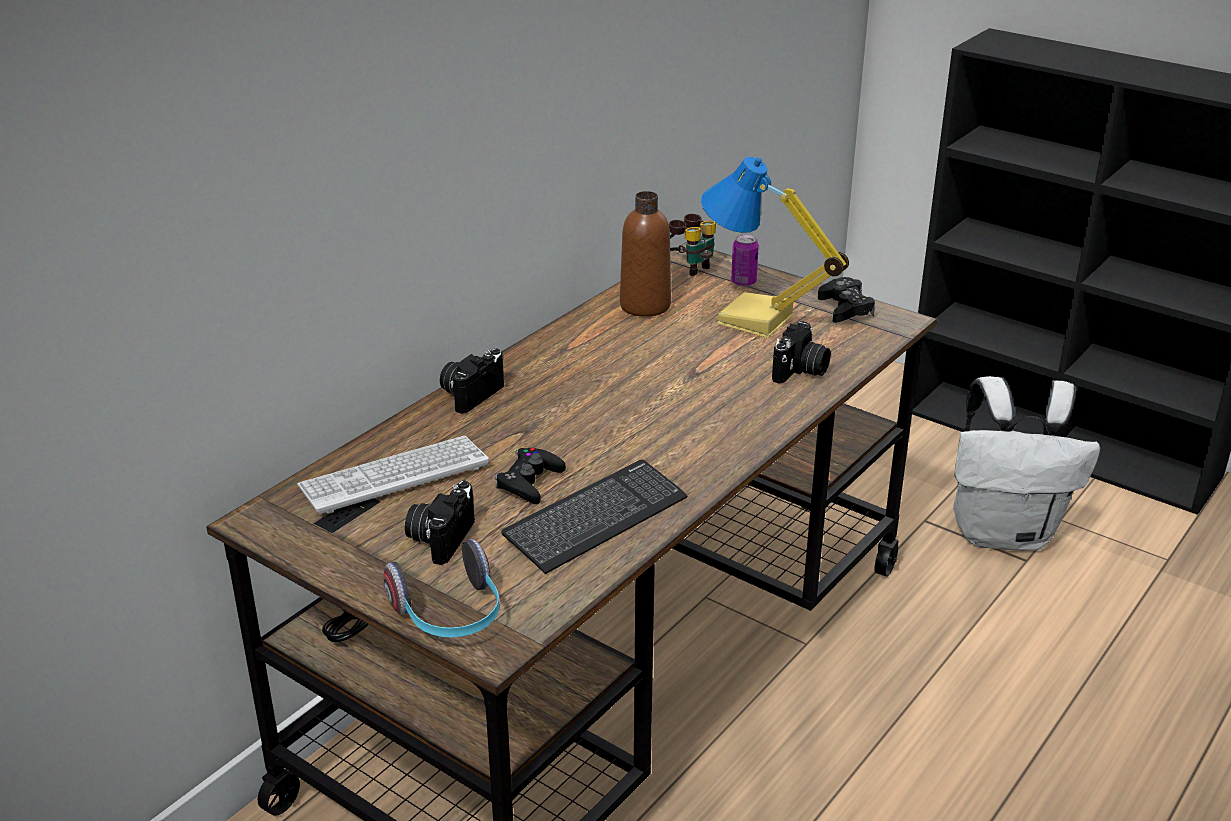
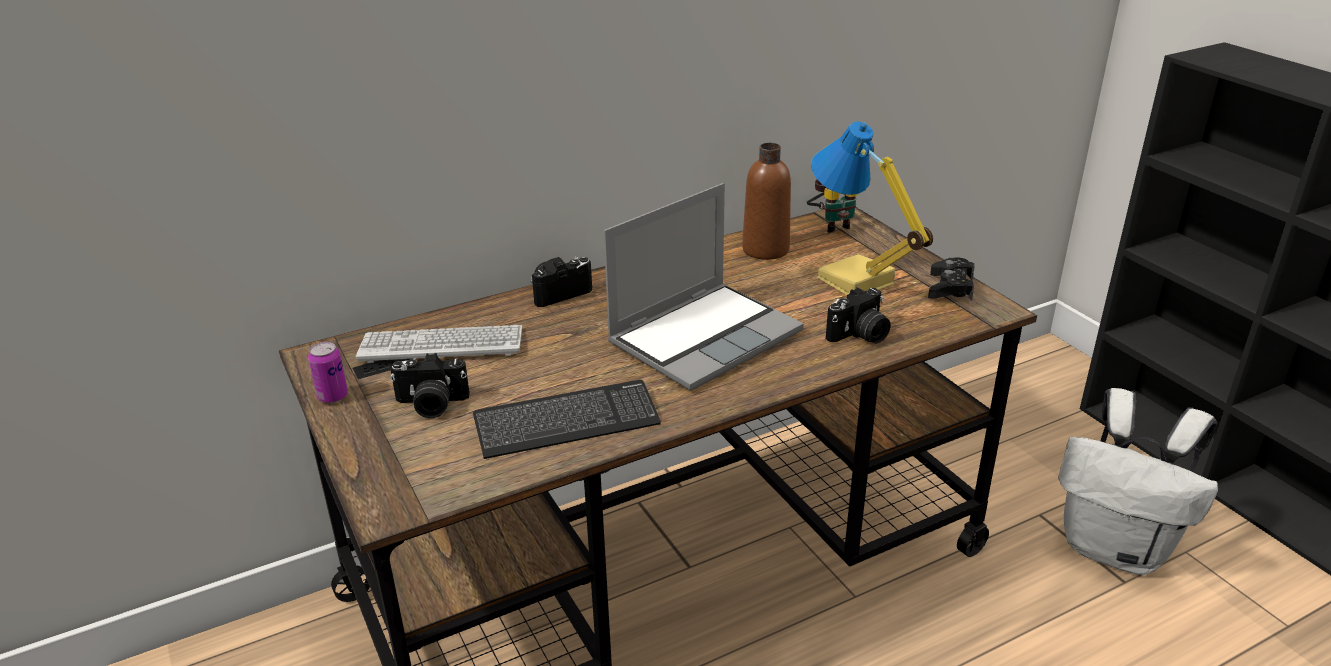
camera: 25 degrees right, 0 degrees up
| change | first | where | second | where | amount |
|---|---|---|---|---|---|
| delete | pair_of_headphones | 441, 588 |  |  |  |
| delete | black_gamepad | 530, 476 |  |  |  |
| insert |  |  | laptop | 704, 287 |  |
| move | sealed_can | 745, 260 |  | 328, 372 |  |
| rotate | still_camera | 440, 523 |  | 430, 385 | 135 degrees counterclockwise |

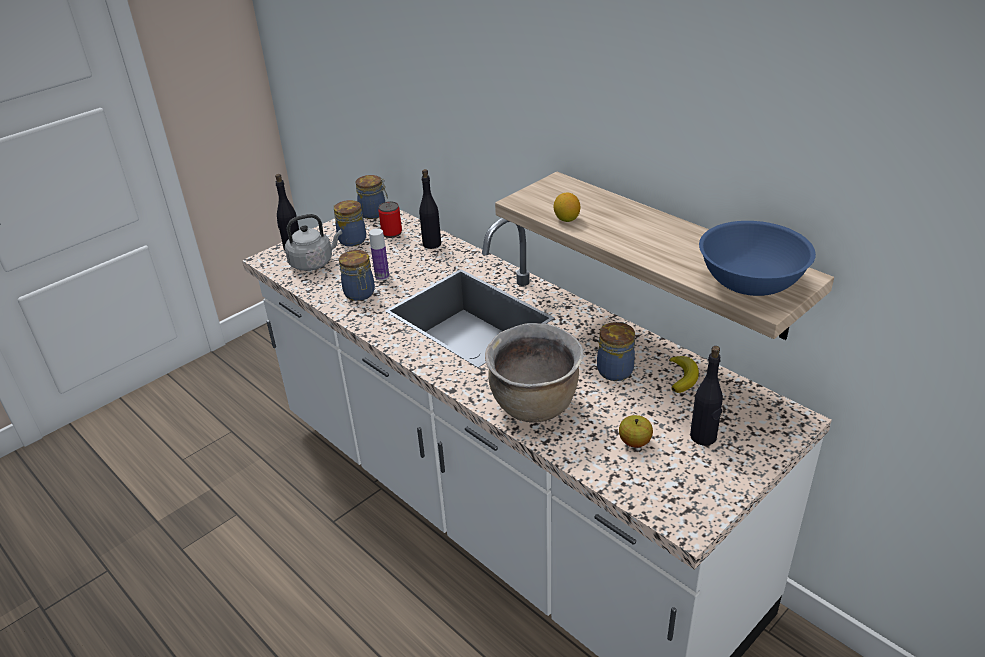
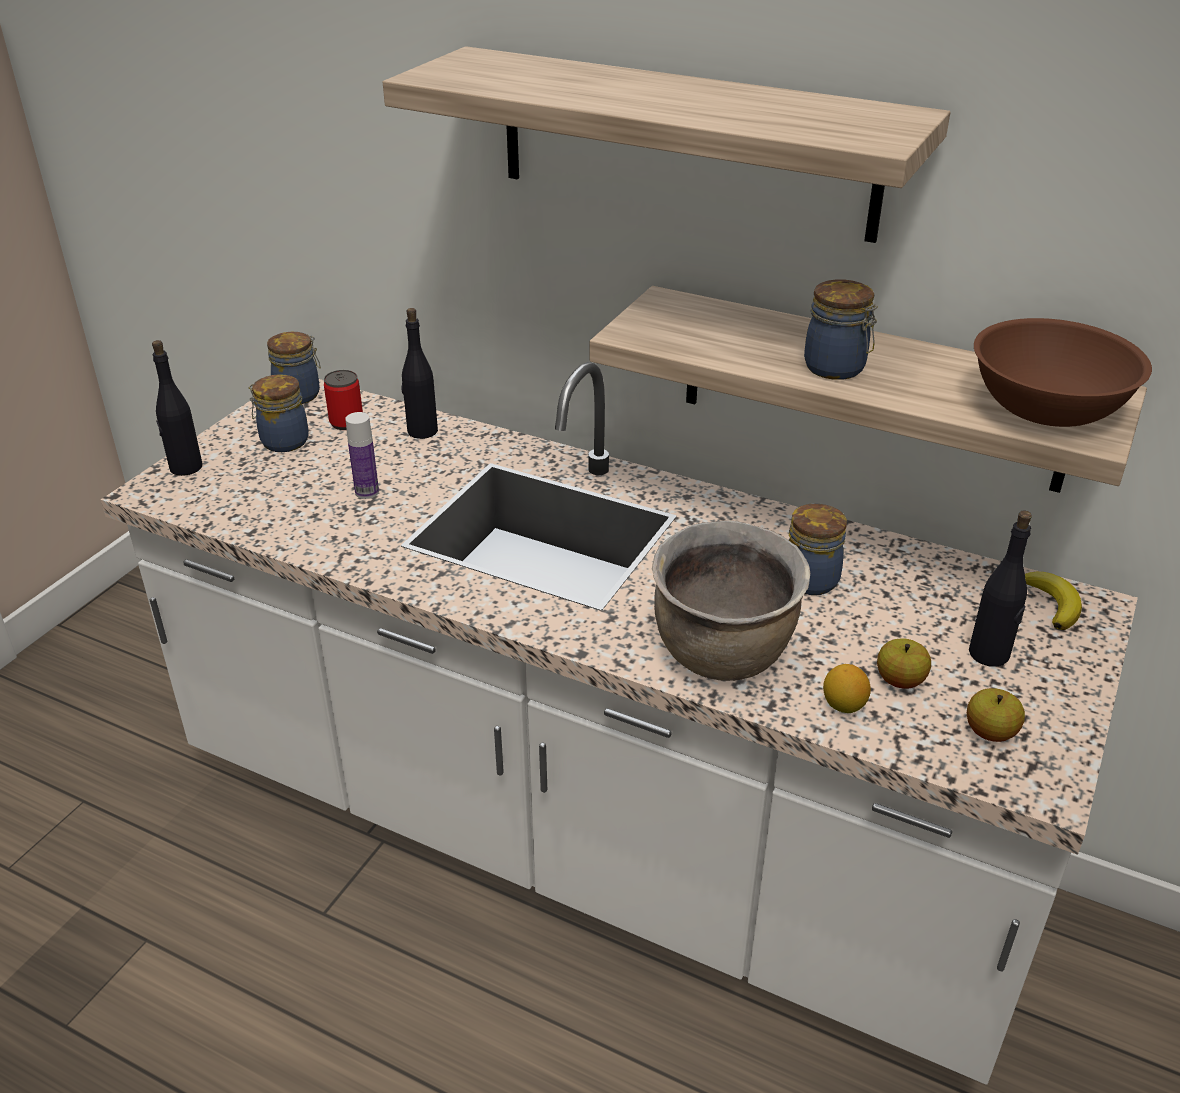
camera: 20 degrees left, 0 degrees up
| change | first | where | second | where | amount |
|---|---|---|---|---|---|
| delete | grey_tea_kettle | 313, 242 |  |  |  |
| insert |  |  | bracket_shelf | 666, 144 |  |
| insert |  |  | apple_fruit | 996, 715 |  |
| move | jar | 357, 275 |  | 841, 329 |  |
| move | citrus_fruit | 567, 207 |  | 847, 688 |  |
| move | banana_fruit | 684, 374 |  | 1053, 601 |  |
| recolor | blue_bowl | 757, 258 | brownish_bowl | 1063, 372 |  |

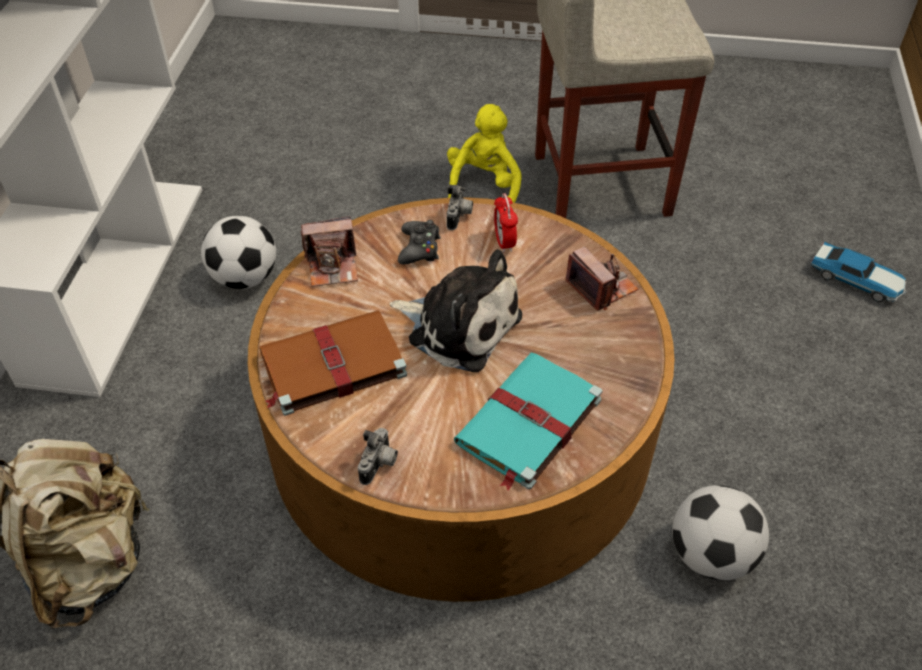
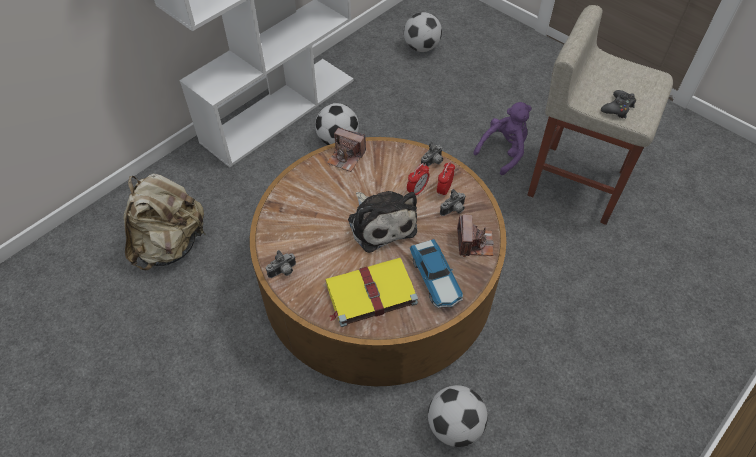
camera: 35 degrees right, 5 degrees up
| change | first | where | second | where | amount |
|---|---|---|---|---|---|
| delete | brownish_book | 333, 363 |  |  |  |
| insert |  |  | ball_for_football | 423, 32 |  |
| insert |  |  | alarm_clock | 418, 179 |  |
| insert |  |  | still_camera | 453, 202 |  |
| move | black_gamepad | 419, 242 |  | 618, 104 |  |
| move | toy_car | 858, 272 |  | 436, 273 |  |
| recolor | yellow-coloured_soft_toy | 484, 153 | purple_soft_toy | 502, 138 |  |
| recolor | blue-green_book | 528, 421 | yellow-coloured_book | 371, 292 |  |

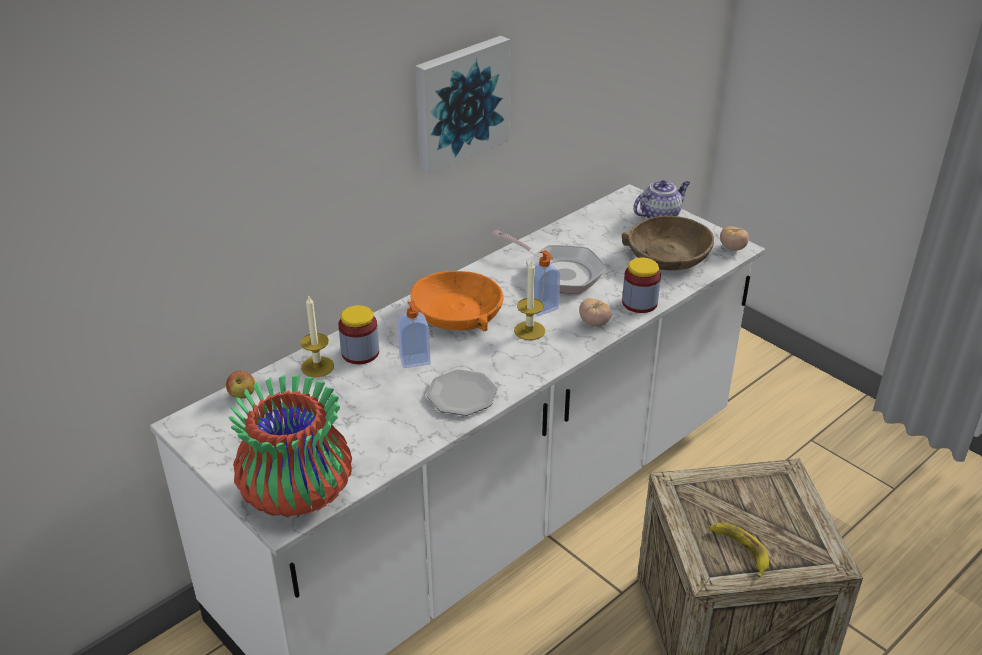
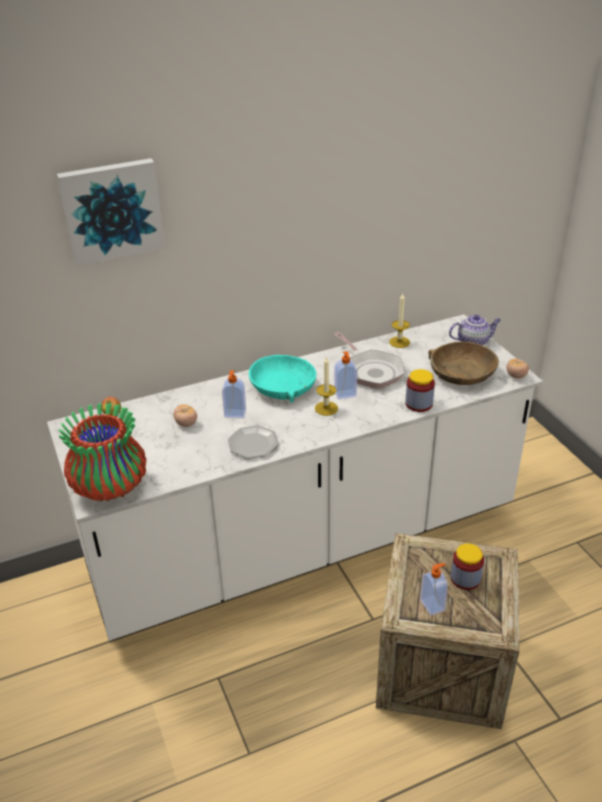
camera: 20 degrees right, 0 degrees up
| change | first | where | second | where | amount |
|---|---|---|---|---|---|
| move | wax_candle | 317, 335 |  | 399, 321 |  |
| move | jar | 358, 334 |  | 467, 566 |  |
| move | wall_picture | 462, 105 |  | 111, 212 |  |
| move | whole_tomato | 595, 312 |  | 185, 415 |  |
| replace | banana_fruit | 739, 550 | soap_bottle | 434, 589 |  |
| recolor | orange-coloured_bowl | 457, 301 | blue-green_bowl | 282, 379 |  |

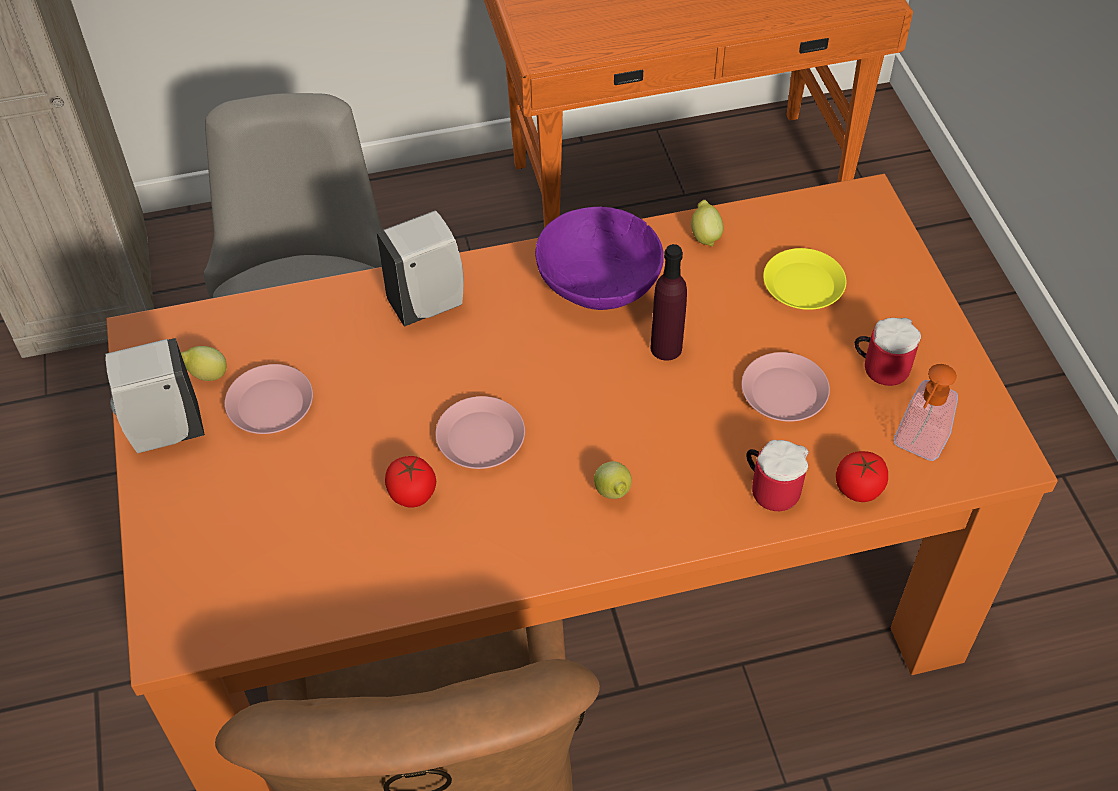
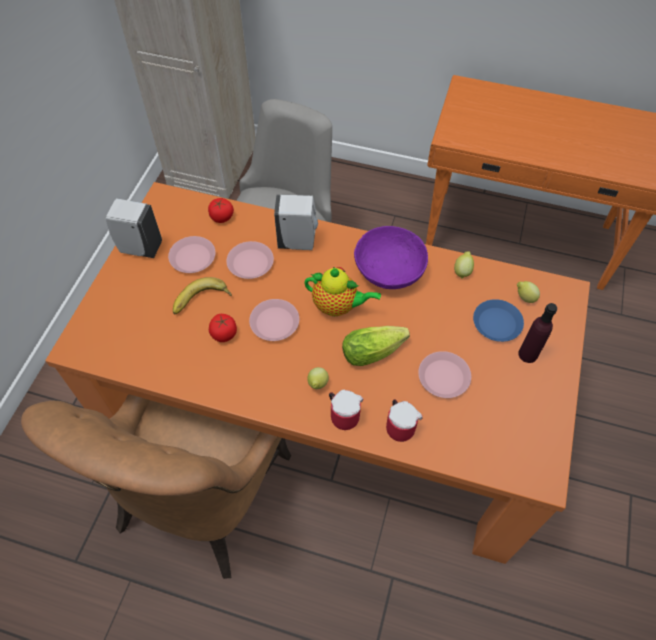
camera: 30 degrees right, 5 degrees up
| change | first | where | second | where | amount |
|---|---|---|---|---|---|
| delete | soap_bottle | 926, 412 |  |  |  |
| insert |  |  | banana_fruit | 202, 295 |  |
| insert |  |  | pink-coloured_flat_dish | 250, 260 |  |
| insert |  |  | pot_for_tea | 342, 291 |  |
| insert |  |  | head_of_lettuce | 376, 346 |  |
| move | citrus_fruit | 204, 363 |  | 528, 292 |  |
| move | purple_bottle | 668, 302 |  | 537, 333 |  |
| move | whole_tomato | 862, 476 |  | 221, 210 |  |
| move | mug | 888, 352 |  | 346, 410 |  |
| recolor | yellow-coloured_flat_dish | 804, 279 | blue_flat_dish | 498, 320 |  |

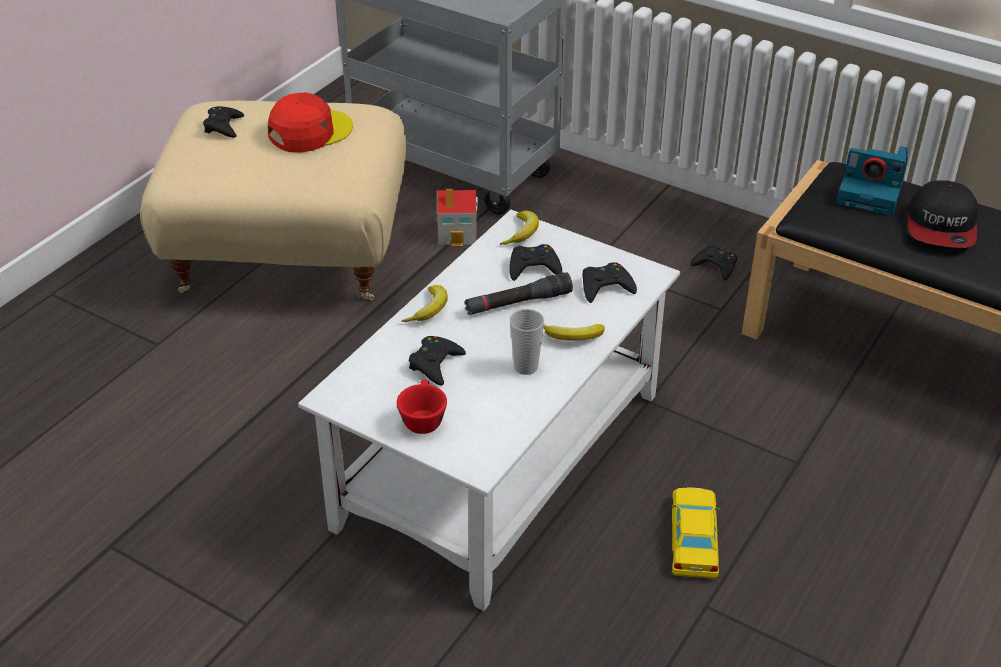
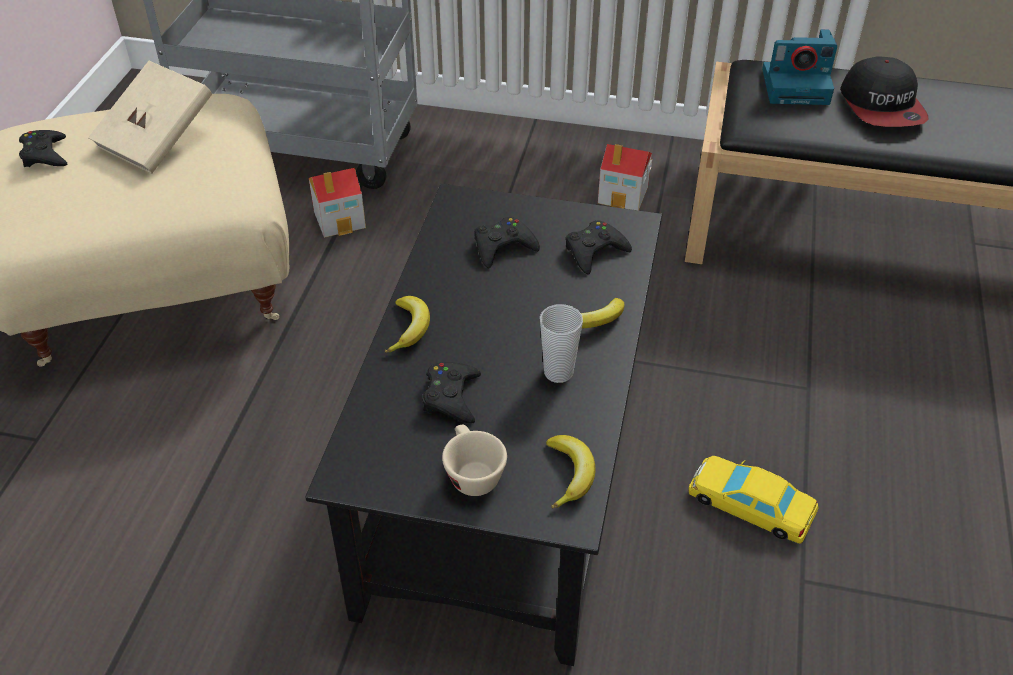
camera: 20 degrees left, 5 degrees up
| change | first | where | second | where | amount |
|---|---|---|---|---|---|
| delete | black_torch | 518, 293 |  |  |  |
| move | banana_fruit | 519, 228 |  | 571, 471 |  |
| replace | reddish_baseball_cap | 310, 123 | beige-coloured_book | 150, 117 |  |
| replace | black_gamepad | 714, 262 | toy_house | 625, 177 |  |
| recolor | whitish_low_table | 489, 410 | black_low_table | 483, 425 |  |
| recolor | reddish_cup | 422, 407 | beige-coloured_cup | 474, 460 |  |
| rotate | yellow-coloured_toy_car | 696, 533 |  | 753, 500 | 45 degrees counterclockwise |

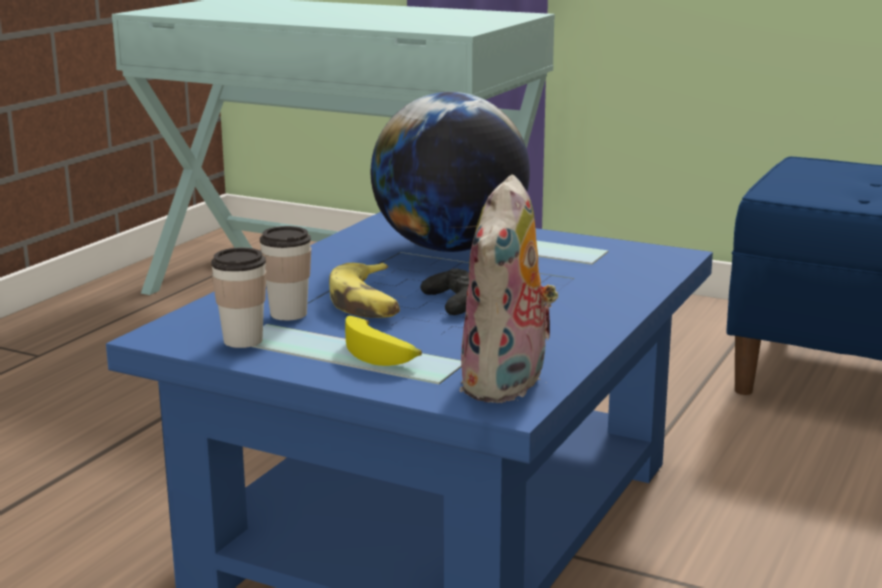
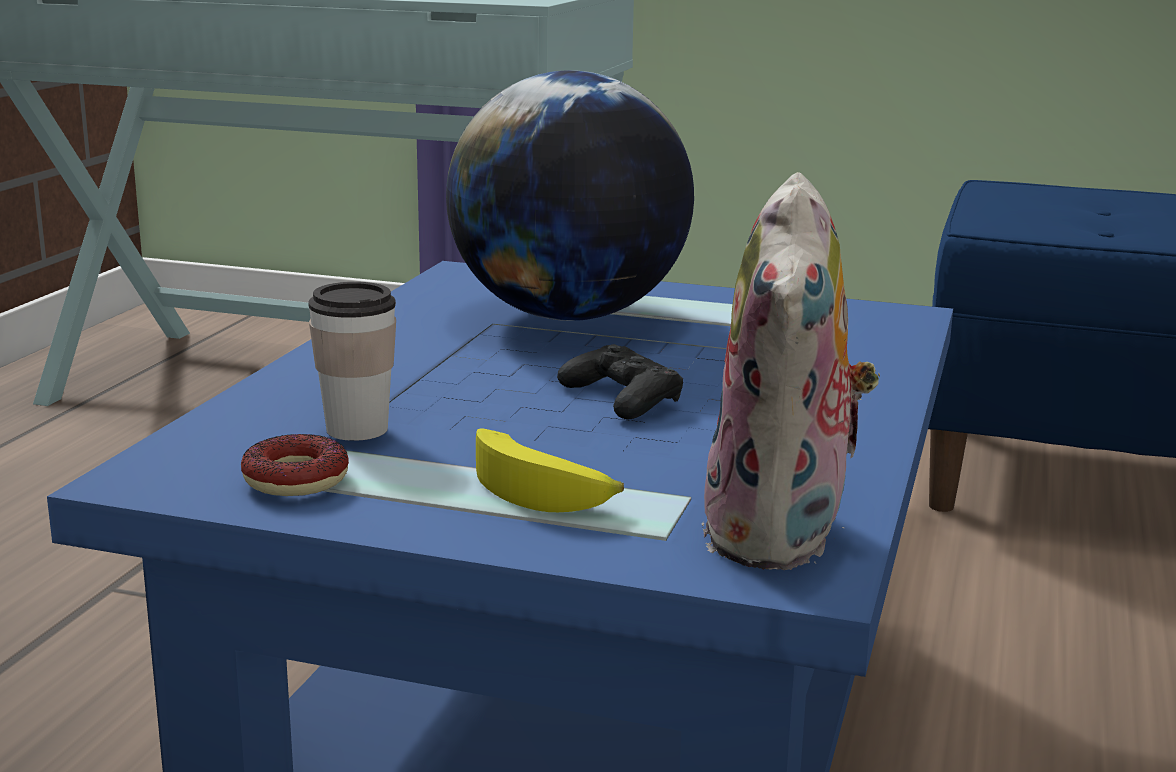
camera: 10 degrees left, 0 degrees up
| change | first | where | second | where | amount |
|---|---|---|---|---|---|
| delete | banana_fruit | 364, 290 |  |  |  |
| replace | cup | 238, 298 | donut | 295, 465 |  |

